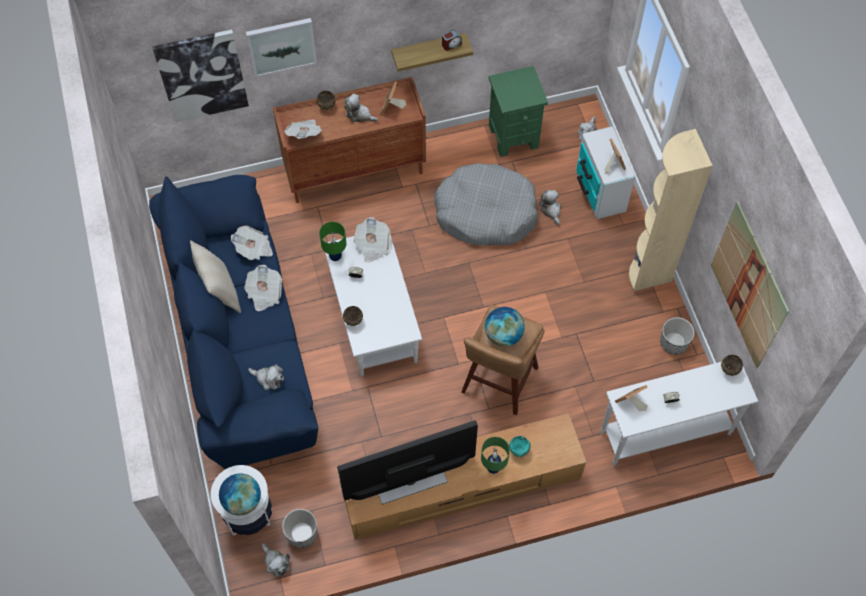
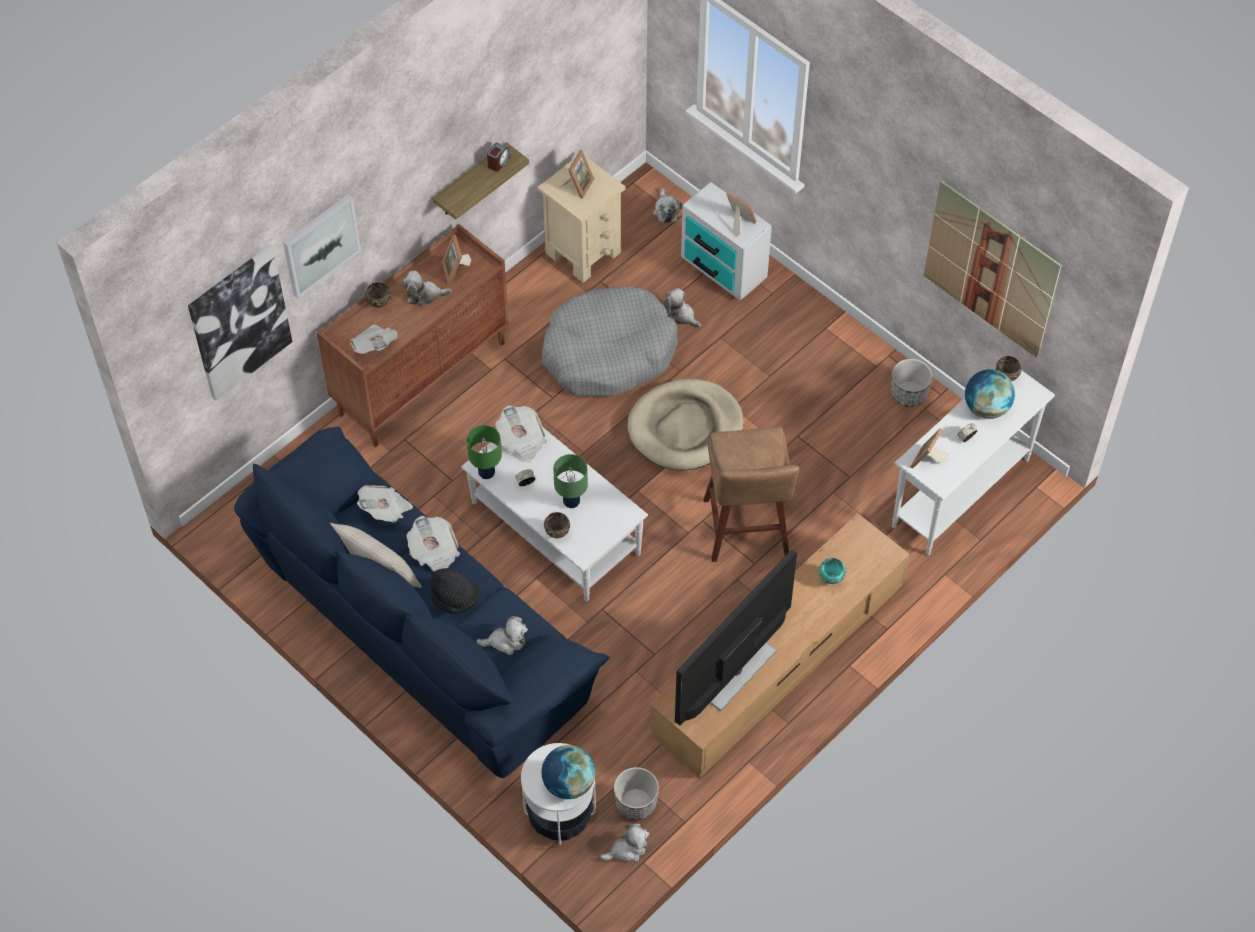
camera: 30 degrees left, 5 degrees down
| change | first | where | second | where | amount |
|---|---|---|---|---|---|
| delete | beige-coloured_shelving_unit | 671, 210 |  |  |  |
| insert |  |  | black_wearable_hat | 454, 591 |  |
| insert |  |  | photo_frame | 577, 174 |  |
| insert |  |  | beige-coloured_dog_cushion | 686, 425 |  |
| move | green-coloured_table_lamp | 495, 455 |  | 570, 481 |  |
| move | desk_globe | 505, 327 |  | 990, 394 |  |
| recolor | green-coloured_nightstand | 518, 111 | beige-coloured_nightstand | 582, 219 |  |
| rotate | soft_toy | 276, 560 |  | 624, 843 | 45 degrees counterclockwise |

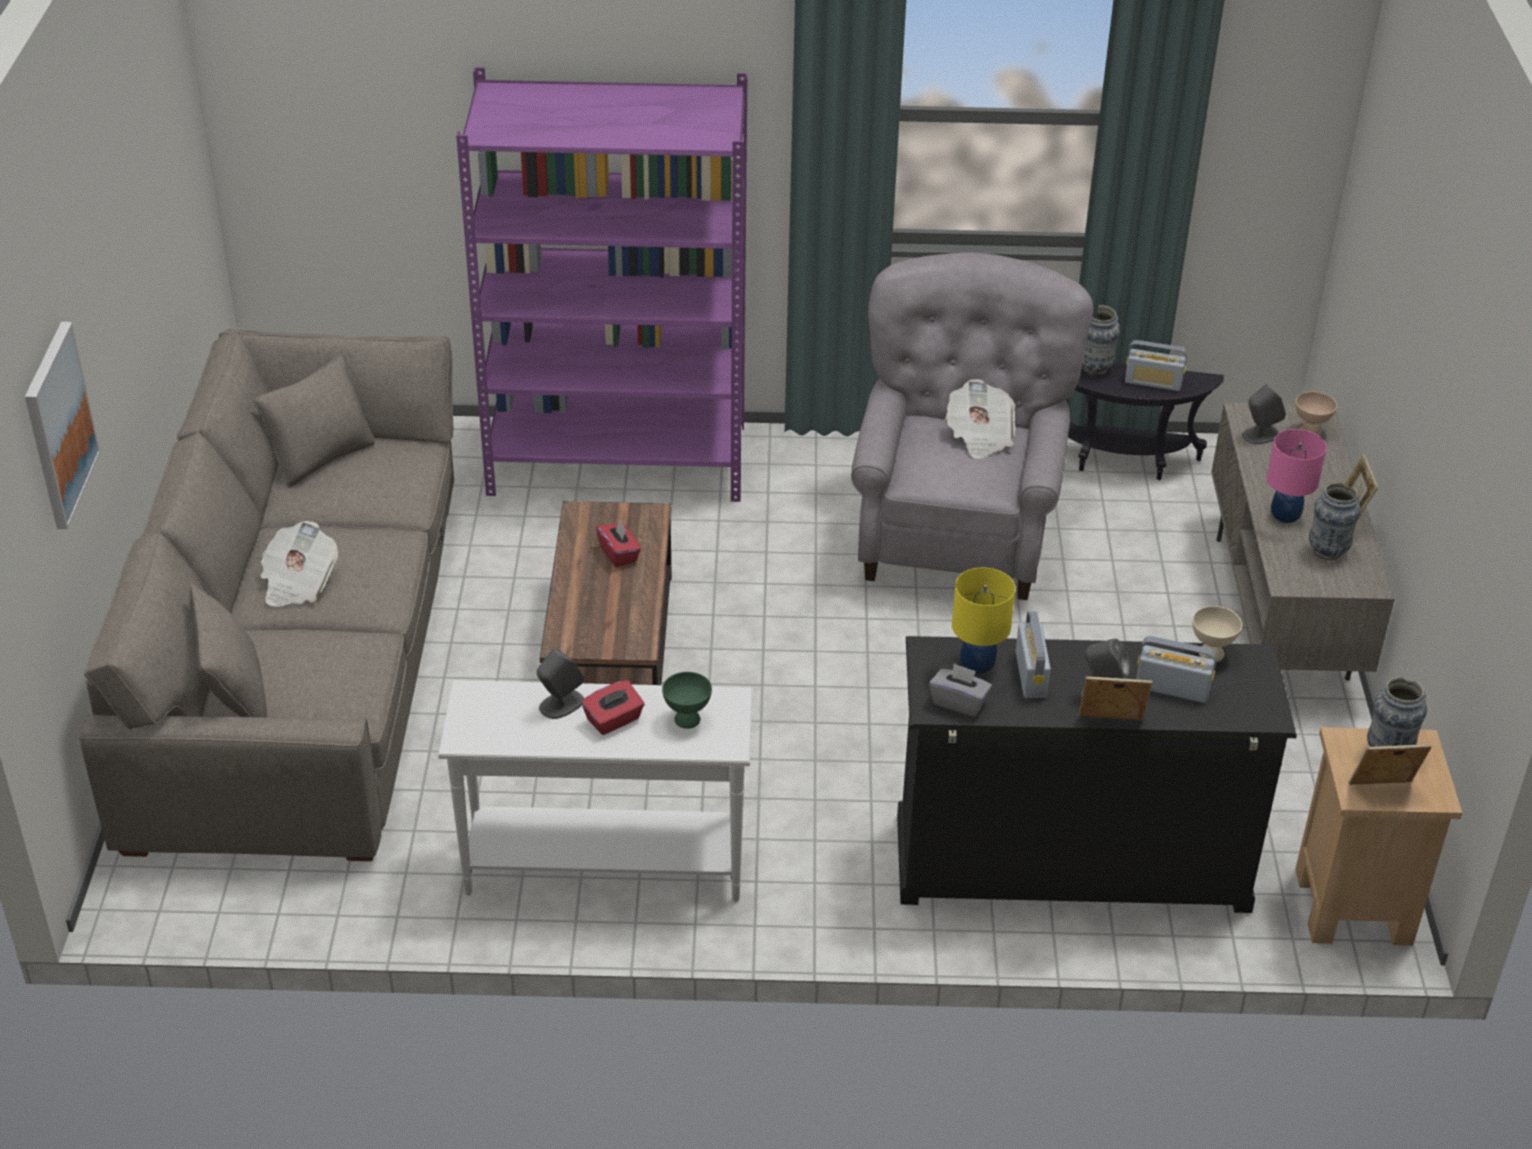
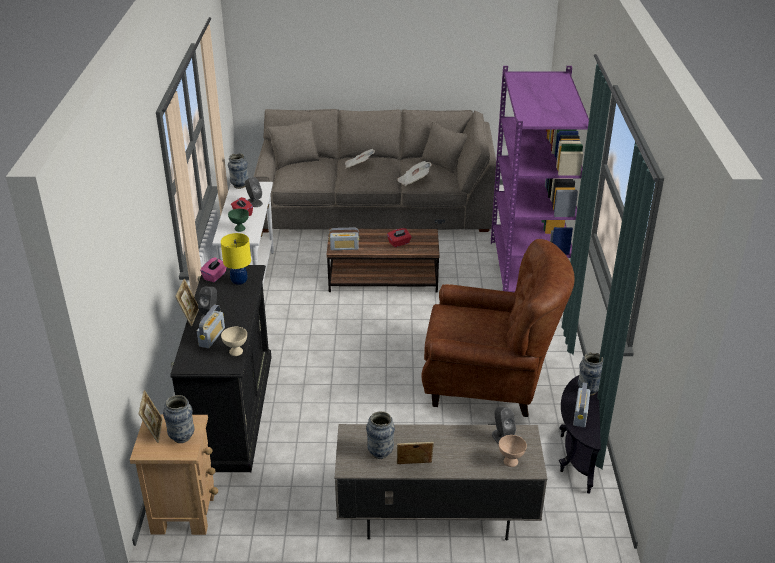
camera: 90 degrees right, 5 degrees down
| change | first | where | second | where | amount |
|---|---|---|---|---|---|
| delete | wall_picture | 63, 425 |  |  |  |
| delete | pink-coloured_table_lamp | 1296, 476 |  |  |  |
| insert |  |  | vase | 238, 171 |  |
| move | newspaper | 980, 419 |  | 414, 173 |  |
| move | radio_set | 1033, 654 |  | 344, 239 |  |
| recolor | grey_armchair | 972, 426 | brownish_armchair | 498, 328 |  |
| recolor | grey_tissue_holder | 960, 690 | pink-coloured_tissue_holder | 213, 269 |  |

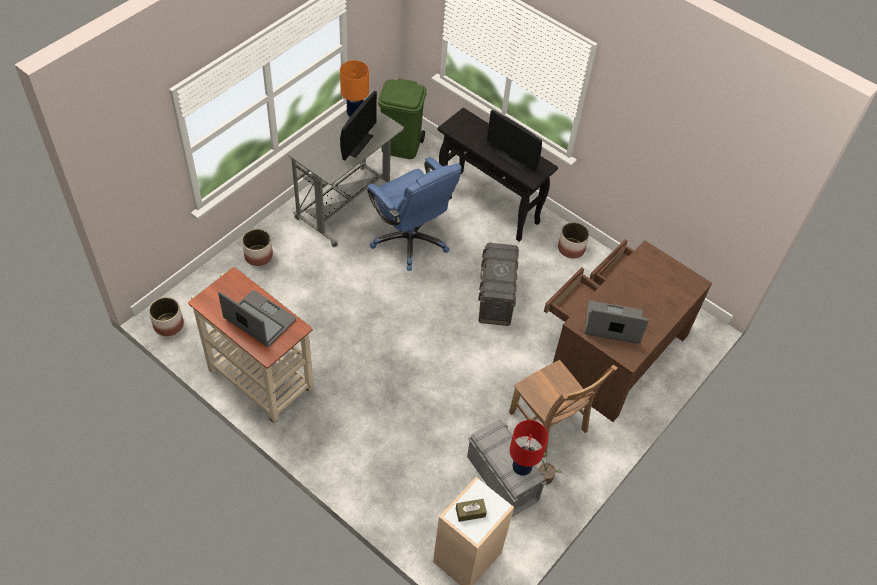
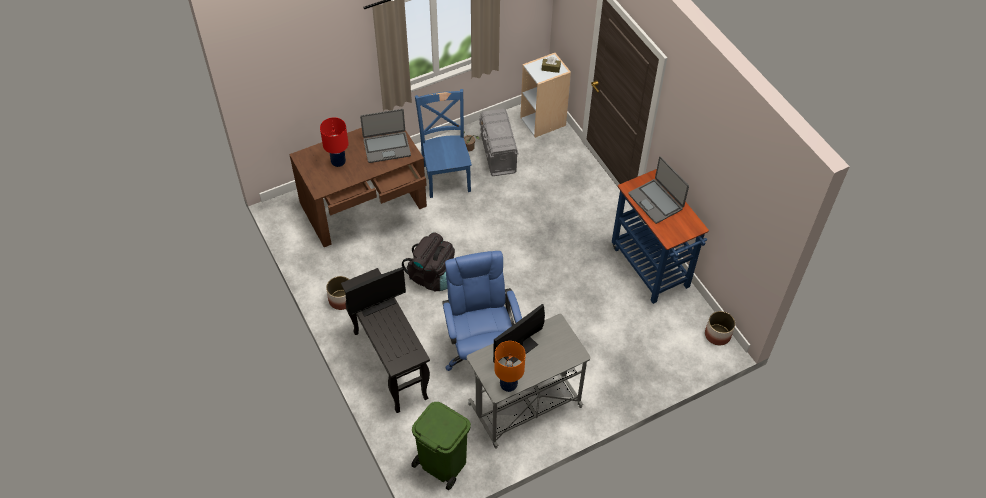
camera: 155 degrees left, 0 degrees up
| change | first | where | second | where | amount |
|---|---|---|---|---|---|
| delete | plant_pot | 257, 247 |  |  |  |
| move | reddish_table_lamp | 529, 448 |  | 334, 142 |  |
| replace | grey_storage_bin | 498, 284 | black_rucksack | 428, 262 |  |
| recolor | beige-coloured_wheeled_cart | 251, 345 | blue_wheeled_cart | 660, 236 |  |
| recolor | brownish_plain_chair | 563, 409 | blue_plain_chair | 443, 143 |  |
| rotate | computer_screen | 514, 140 |  | 375, 292 | 90 degrees clockwise |
| rotate | laptop | 617, 322 |  | 385, 136 | 45 degrees counterclockwise |

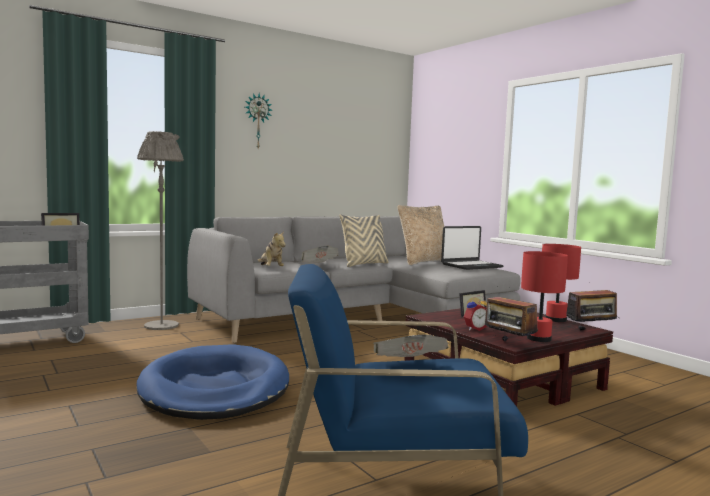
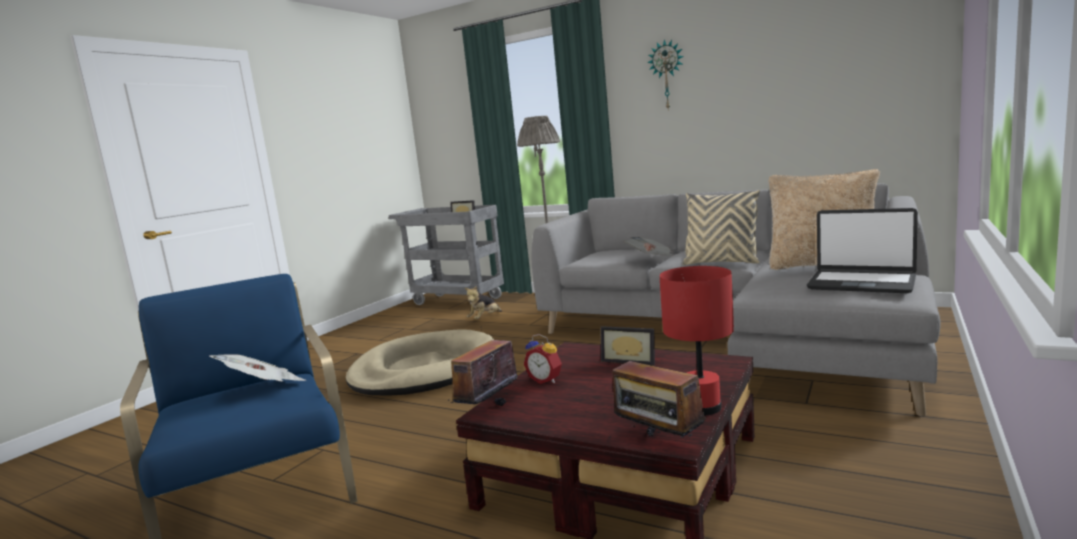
camera: 65 degrees right, 5 degrees up
| change | first | where | second | where | amount |
|---|---|---|---|---|---|
| delete | reddish_table_lamp | 544, 296 |  |  |  |
| move | soft_toy | 272, 248 |  | 483, 302 |  |
| recolor | blue_dog_cushion | 212, 382 | beige-coloured_dog_cushion | 420, 362 |  |

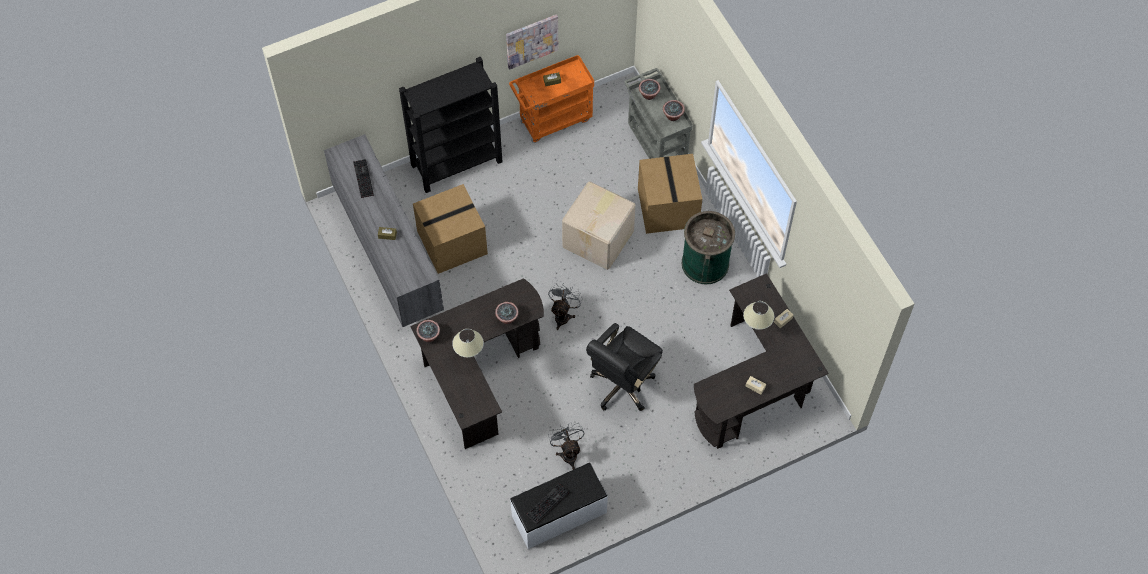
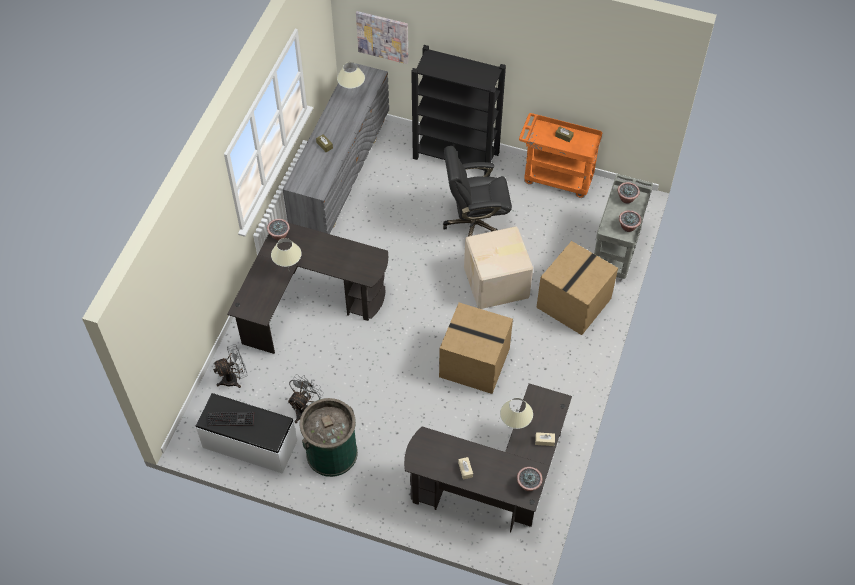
camera: 45 degrees right, 5 degrees down
| change | first | where | second | where | amount |
|---|---|---|---|---|---|
| move | packing_box | 450, 229 |  | 476, 348 |  |
| move | houseplant | 507, 313 |  | 530, 479 |  |
| move | wall_picture | 532, 42 |  | 382, 37 |  |
| move | grey_electric_fan | 565, 306 |  | 230, 366 |  |
| move | black_computer_chair | 624, 367 |  | 477, 191 |  |
| move | green-coloured_rubbish_bin | 708, 247 |  | 329, 437 |  |
| replace | keyboard | 363, 178 | beige-coloured_table_lamp | 351, 80 |  |

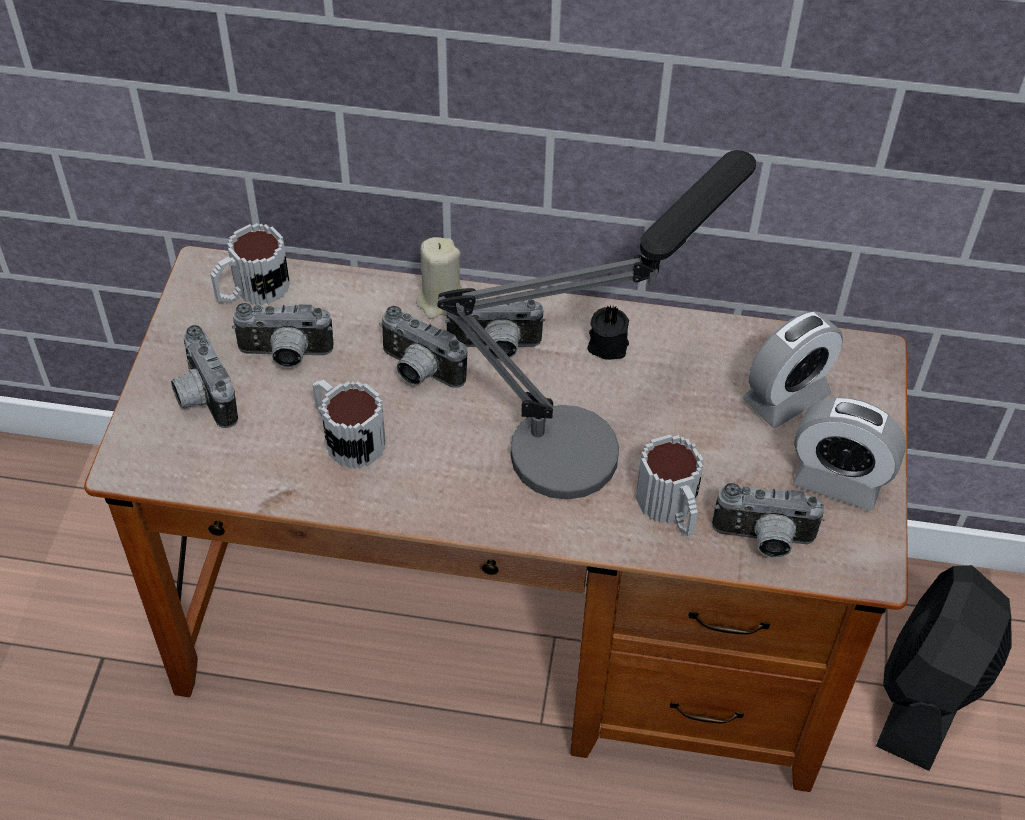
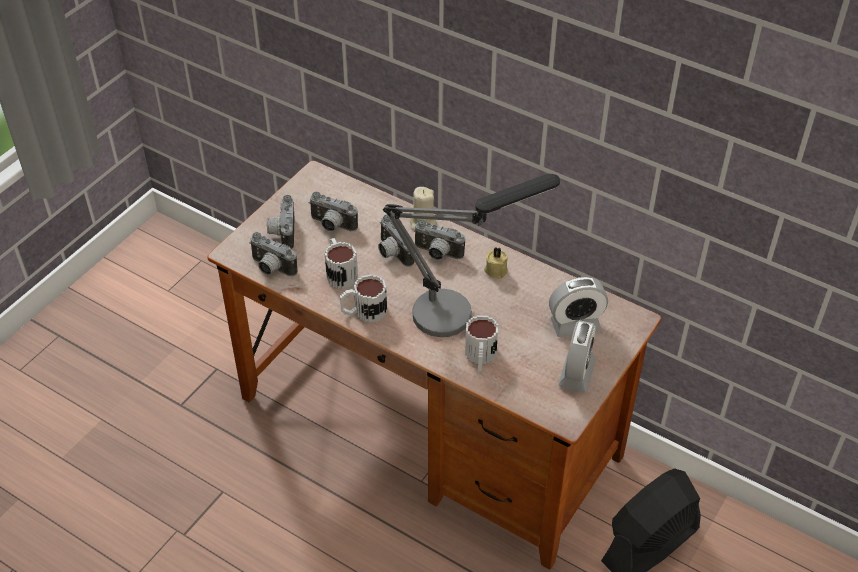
camera: 25 degrees right, 5 degrees down
| change | first | where | second | where | amount |
|---|---|---|---|---|---|
| move | mug | 250, 264 |  | 363, 298 |  |
| move | still_camera | 768, 520 |  | 273, 254 |  |
| recolor | black_wax_candle | 608, 332 | beige-coloured_wax_candle | 496, 263 |  |
| rotate | alarm_clock | 850, 454 |  | 577, 356 | 120 degrees counterclockwise |

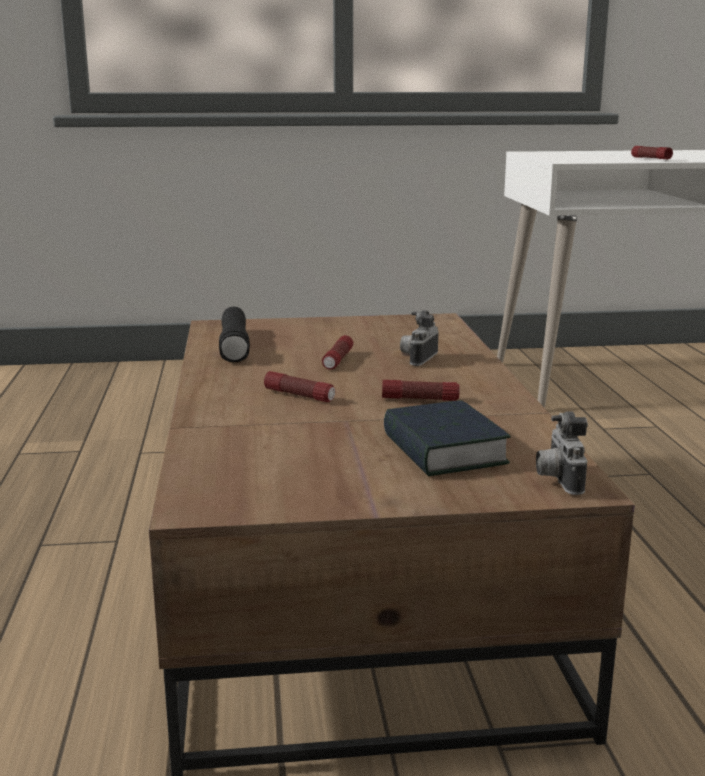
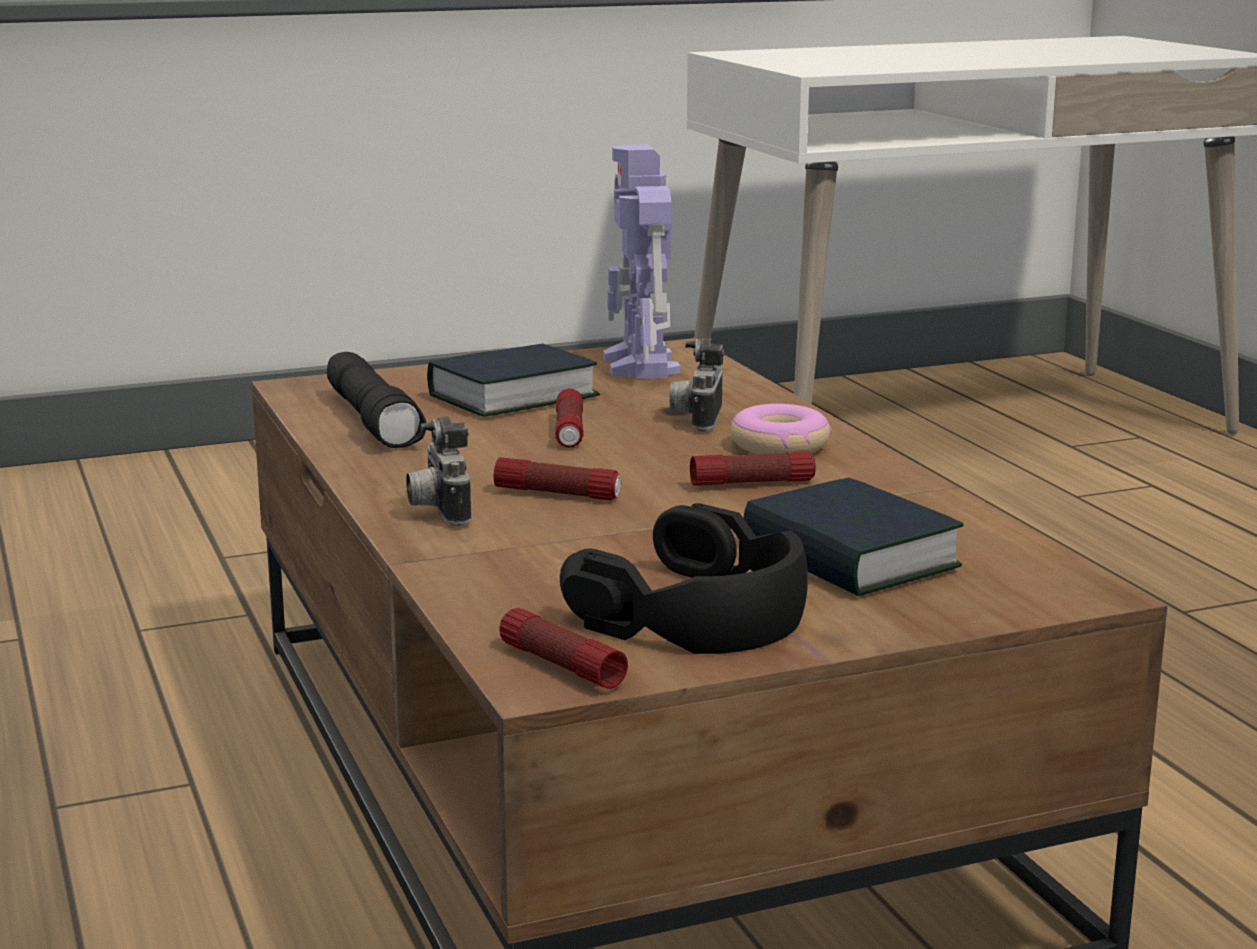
camera: 15 degrees left, 0 degrees up
| change | first | where | second | where | amount |
|---|---|---|---|---|---|
| insert |  |  | book | 513, 380 |  |
| insert |  |  | black_pair_of_headphones | 684, 578 |  |
| insert |  |  | model_robot | 641, 261 |  |
| insert |  |  | donut | 781, 429 |  |
| move | still_camera | 562, 453 |  | 438, 471 |  |
| move | torch | 652, 152 |  | 563, 648 |  |

